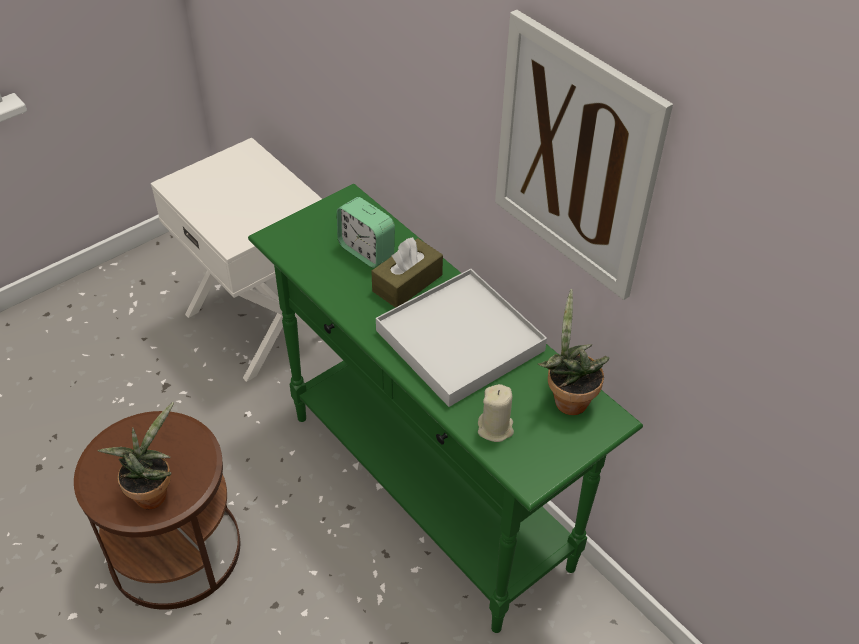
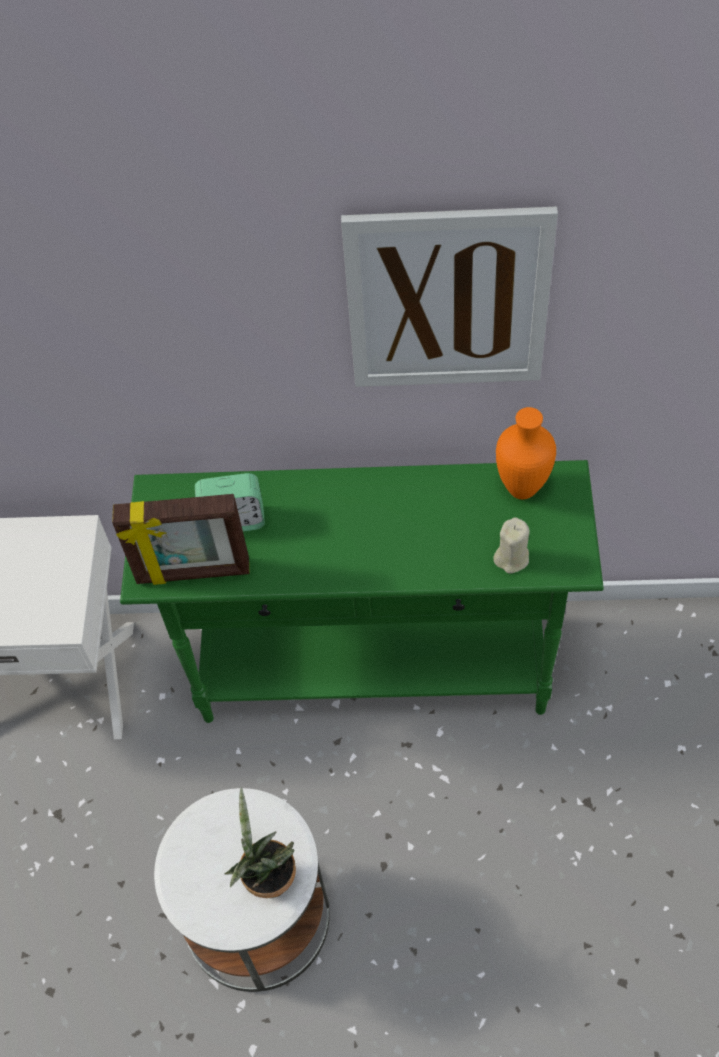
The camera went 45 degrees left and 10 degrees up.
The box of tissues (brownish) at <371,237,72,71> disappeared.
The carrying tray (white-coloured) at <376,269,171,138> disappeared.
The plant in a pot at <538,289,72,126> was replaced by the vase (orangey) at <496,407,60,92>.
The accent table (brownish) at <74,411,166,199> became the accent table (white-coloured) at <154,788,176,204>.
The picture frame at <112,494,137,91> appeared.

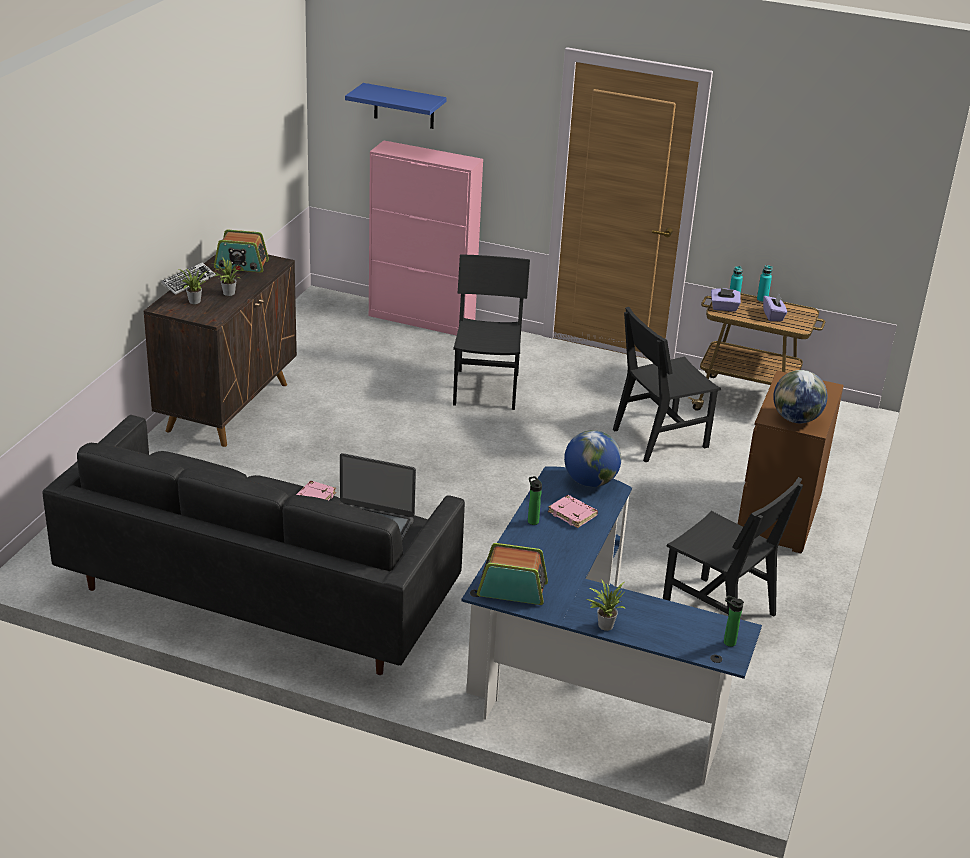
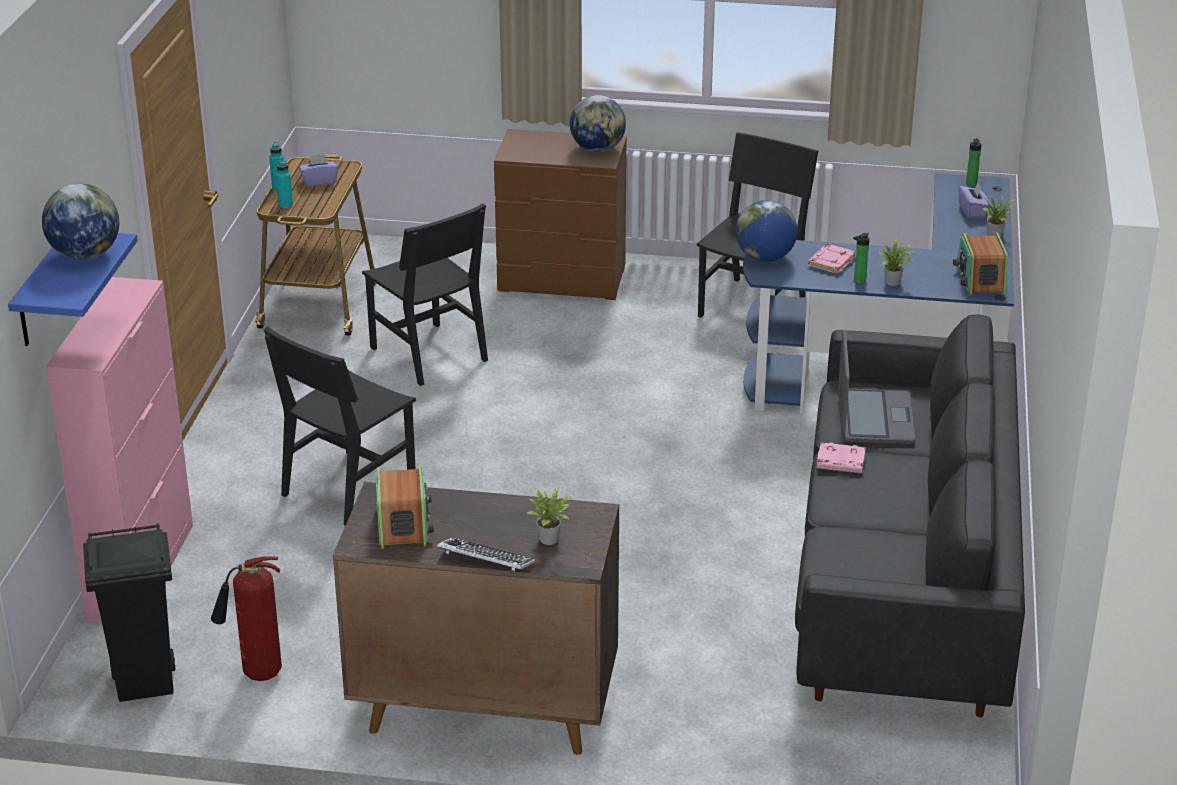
The camera went 100 degrees left and 0 degrees up.
The upright chair (black-coloured) at <453,254,77,156> turned 45 degrees counterclockwise.
The plant in a pot moved from <212,257,28,39> to <879,239,35,47>.
The box of tissues (purplish) moved from <711,288,30,23> to <959,183,31,35>.
The desk globe at <42,183,77,77> appeared.
The waste bin (black-coloured) at <83,523,93,179> appeared.
The fire extinguisher at <211,556,71,125> appeared.

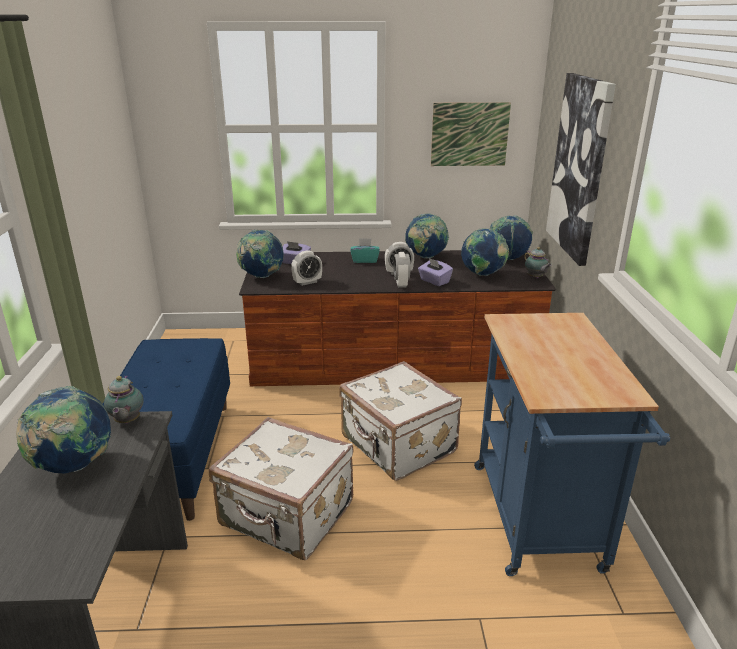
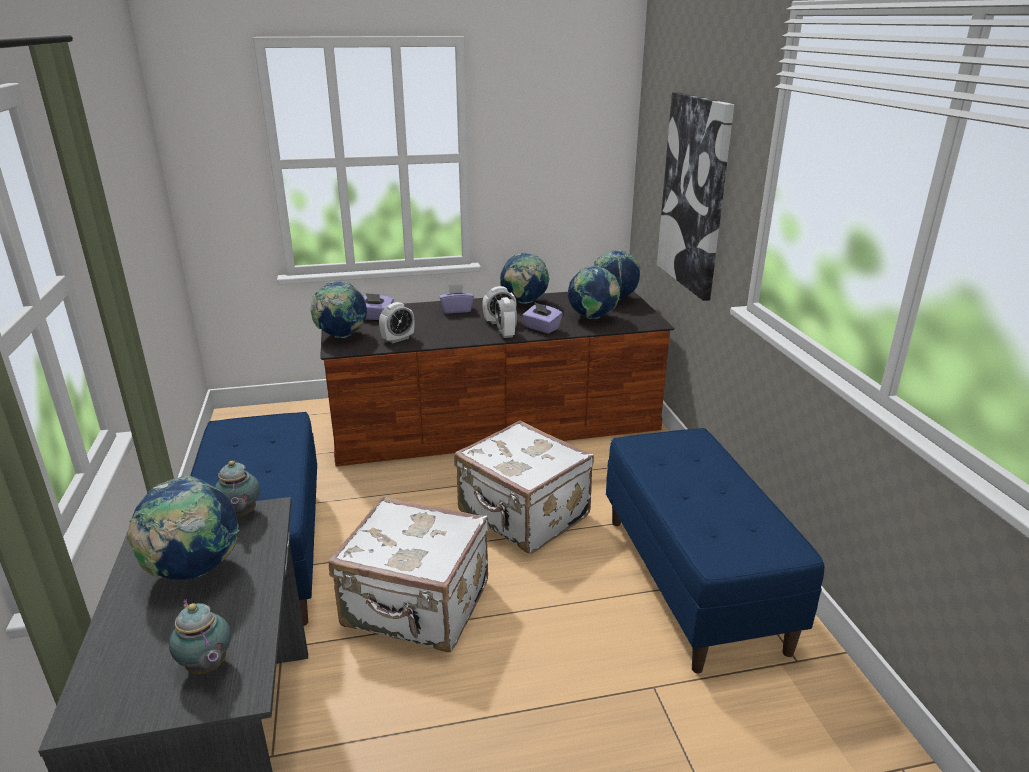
The camera went 10 degrees left and 0 degrees up.
The wall art at <431,102,80,64> disappeared.
The box of tissues (turquoise-coloured) at <350,238,30,25> became the box of tissues (purplish) at <439,284,35,29>.
The tea pot moved from <524,247,28,31> to <169,599,62,75>.
The wheeled cart (bluish) at <474,313,196,263> was replaced by the indoor bench (bluish) at <606,428,218,245>.

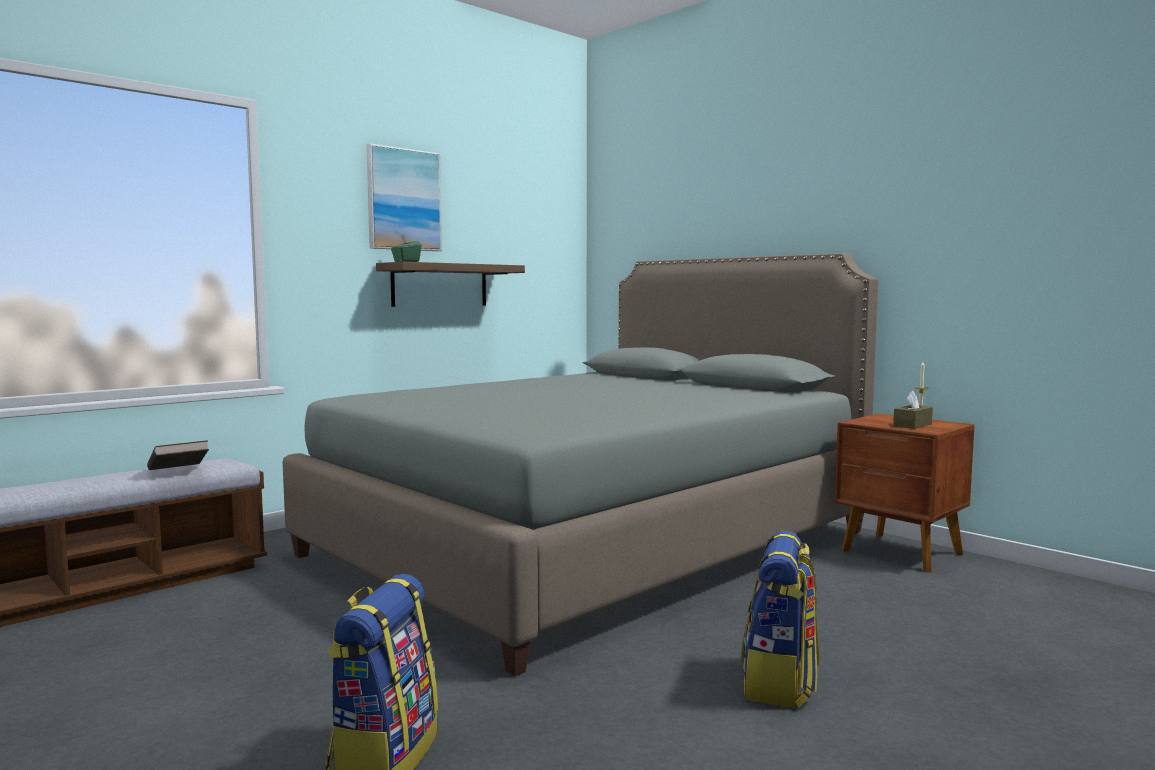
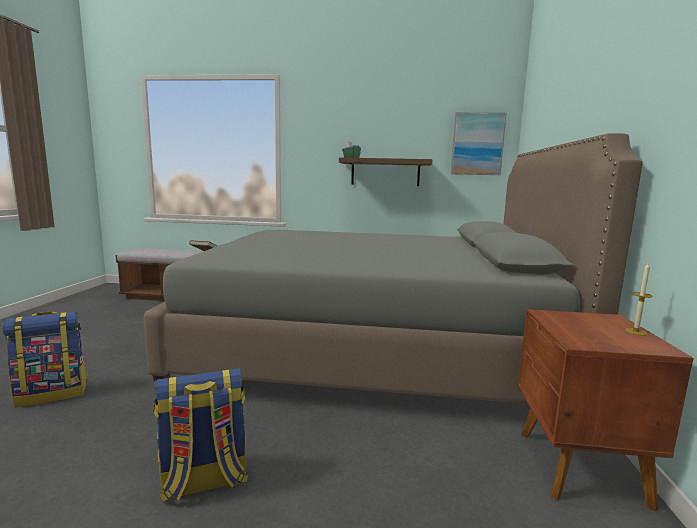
The camera went 50 degrees right and 5 degrees up.
The wall art moved from <367,143,75,108> to <451,112,56,63>.
The box of tissues (brownish) at <893,391,40,38> disappeared.

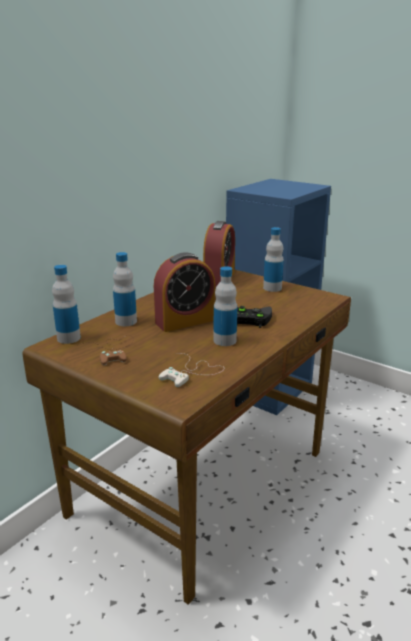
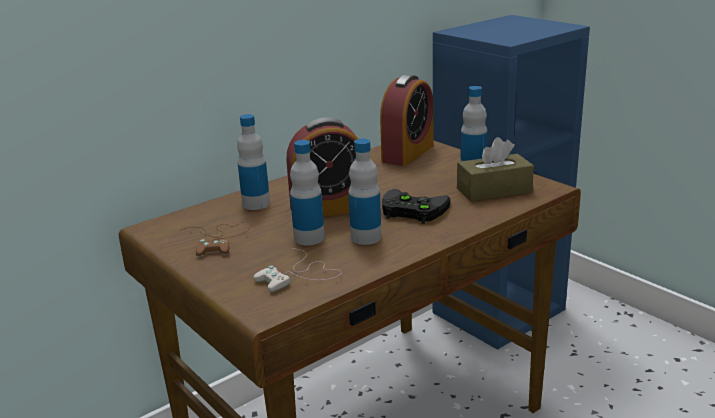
The camera went 15 degrees right and 0 degrees up.
The drink bottle moved from <52,265,29,79> to <290,140,35,105>.
The box of tissues (brownish) at <457,137,77,65> appeared.

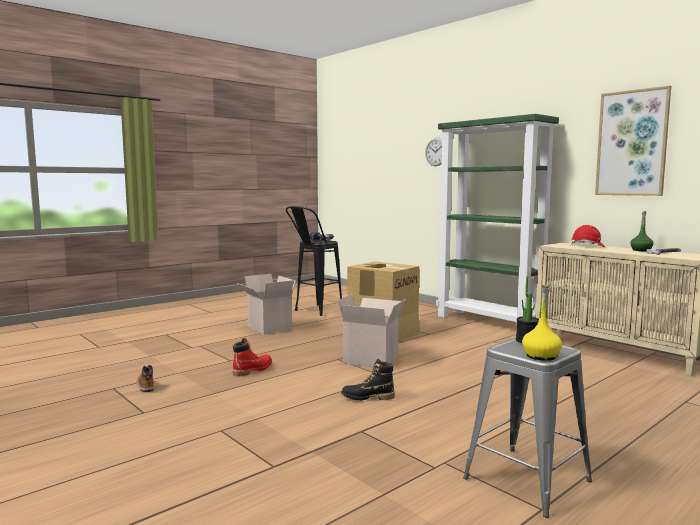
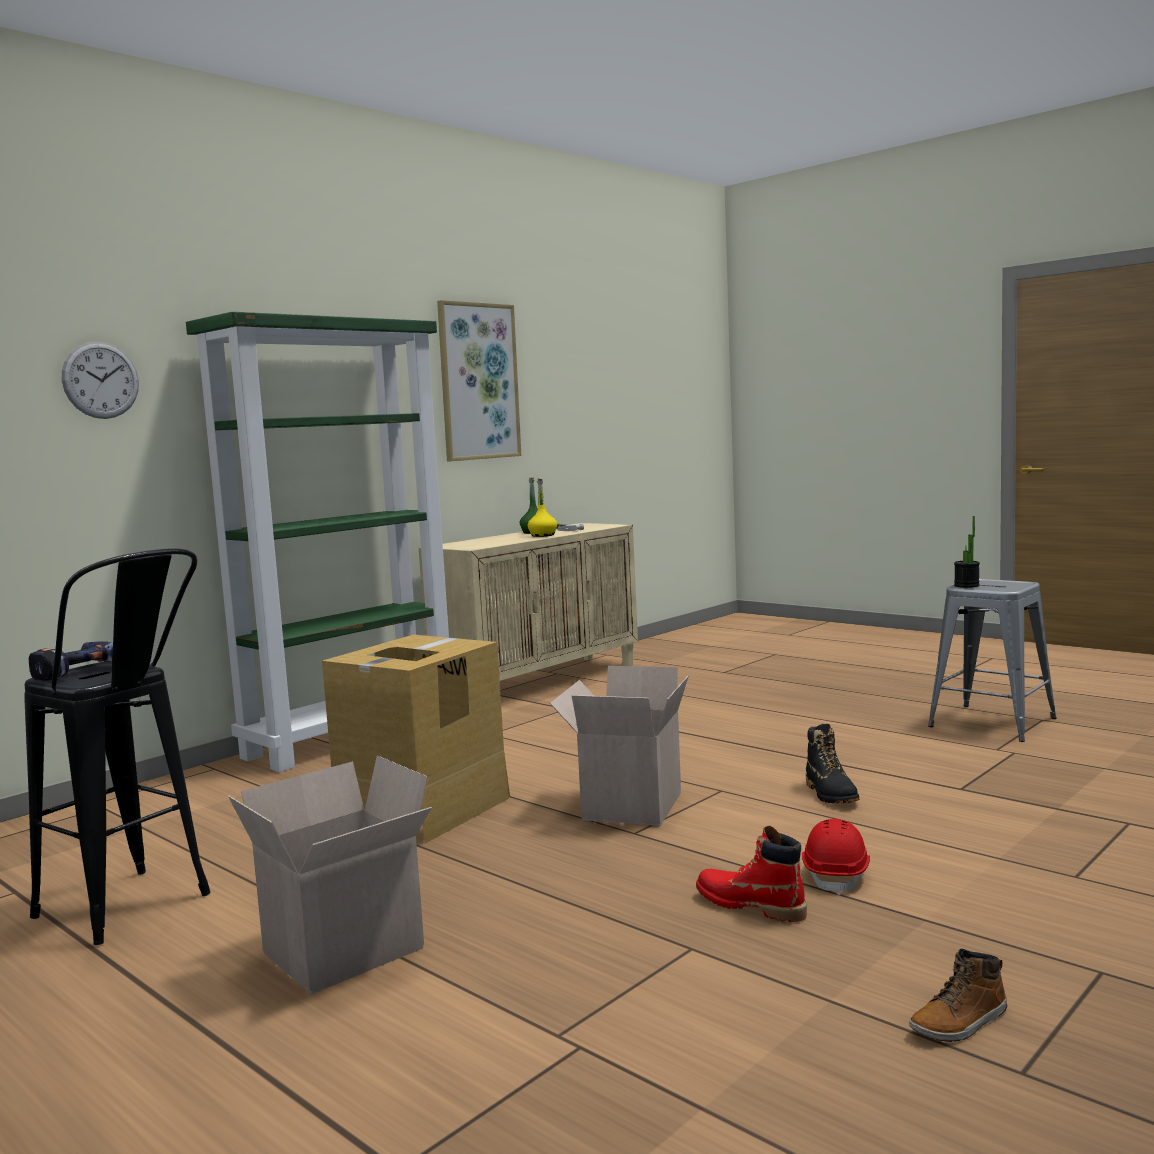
The camera went 95 degrees left and 0 degrees up.
The safety helmet (red-coloured) moved from <571,225,34,22> to <802,819,68,76>.
The drink bottle (yellow-coloured) moved from <522,285,40,76> to <528,479,29,58>.

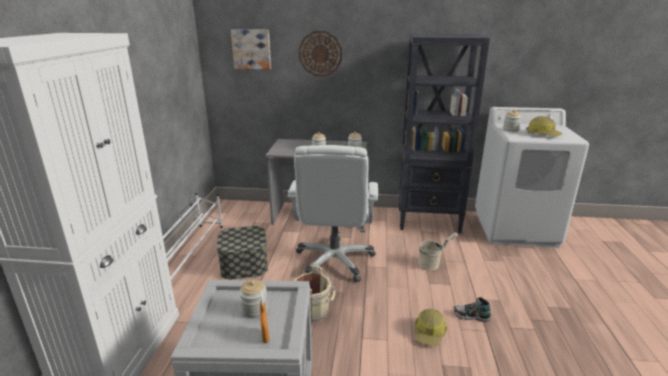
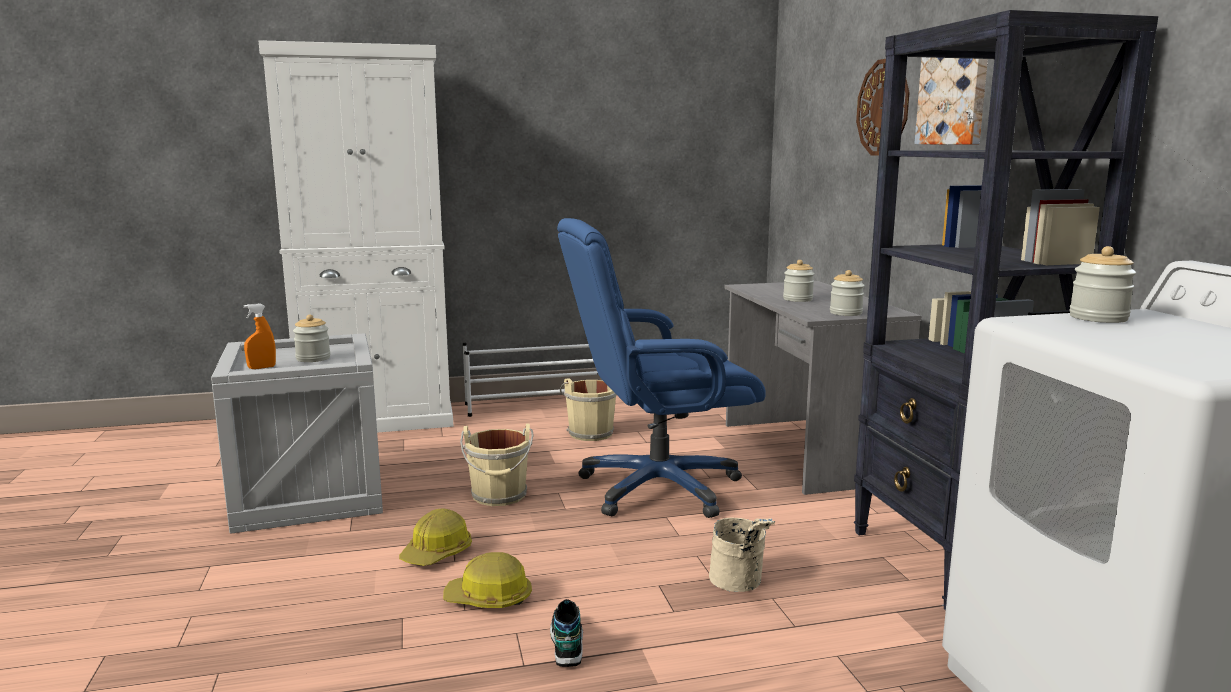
The camera went 70 degrees right and 10 degrees down.
The wall art moved from <231,29,40,41> to <915,57,73,88>.
The safety helmet moved from <526,116,37,20> to <399,509,73,57>.
The desk chair (white-coloured) at <287,145,91,137> became the desk chair (bluish) at <557,218,209,300>.
The storage box at <217,226,51,53> was replaced by the pail (beige) at <560,378,57,63>.

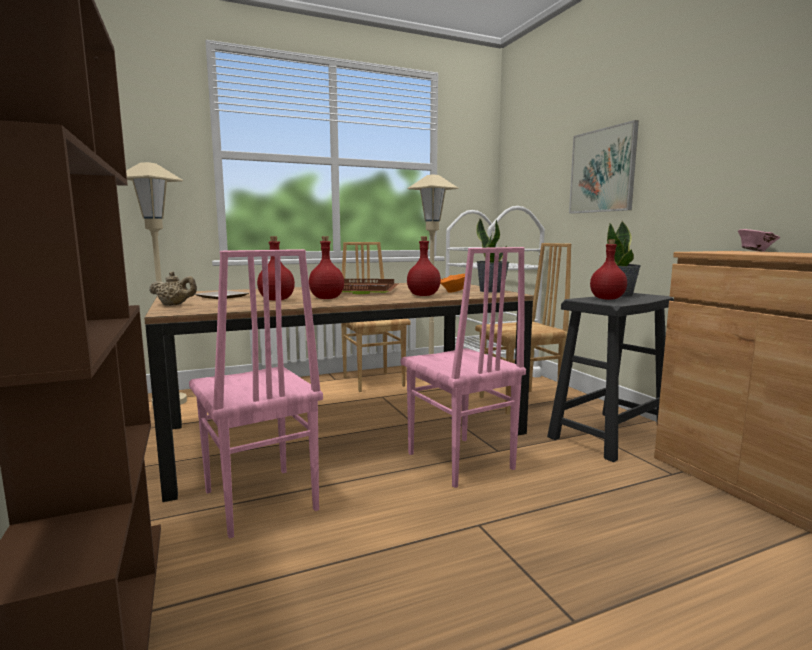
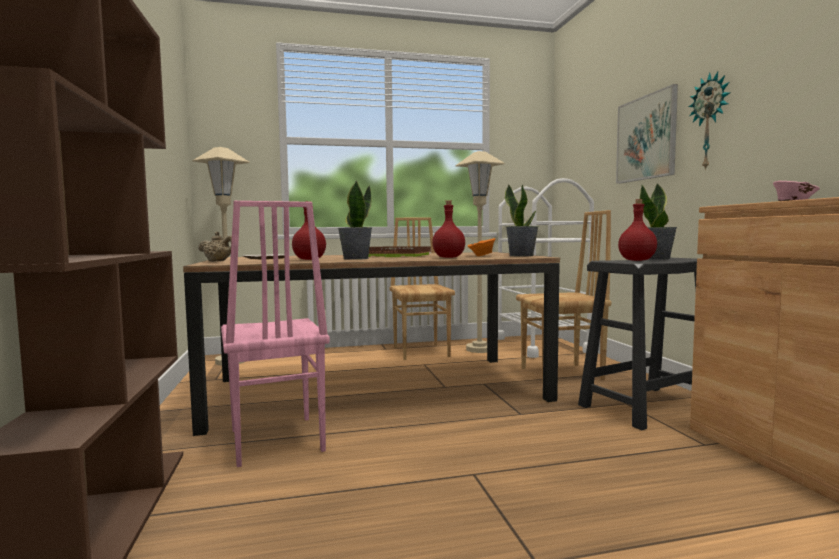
The camera went 10 degrees right and 5 degrees down.
The drink bottle (red-coloured) at <309,236,35,63> was replaced by the plant in a pot at <338,180,34,80>.
The upright chair (pink-coloured) at <401,247,125,241> disappeared.
The wall clock at <689,72,42,98> appeared.

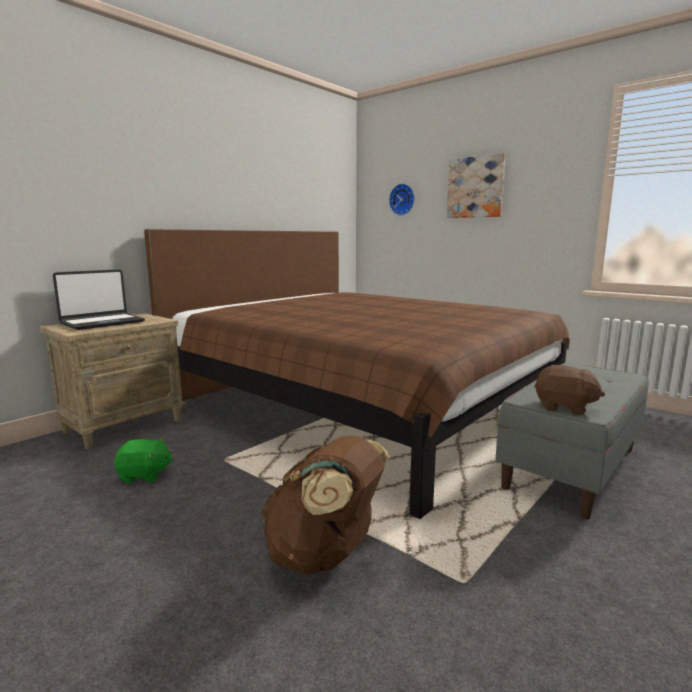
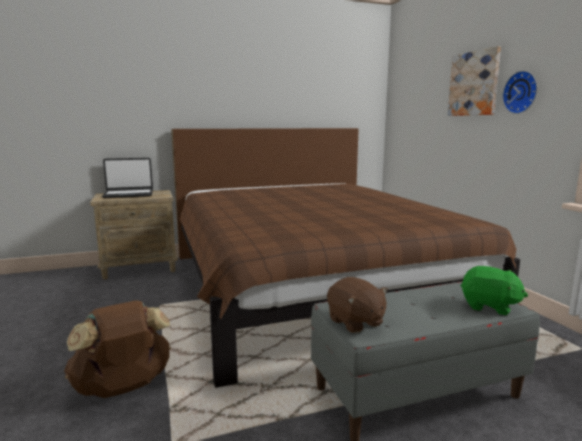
The camera went 30 degrees right and 0 degrees up.
The wall clock moved from <389,184,25,32> to <502,71,35,43>.
The cuddly toy (green) moved from <114,438,59,45> to <461,266,67,49>.

